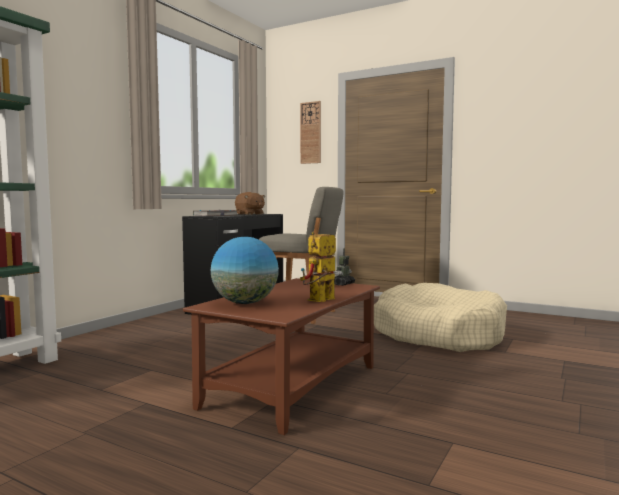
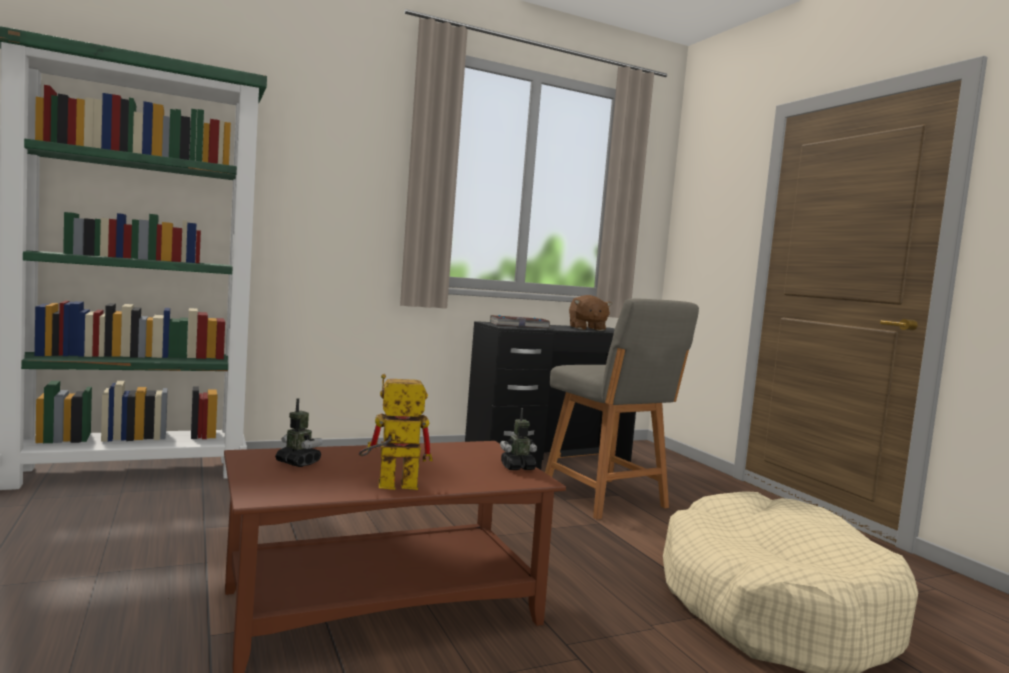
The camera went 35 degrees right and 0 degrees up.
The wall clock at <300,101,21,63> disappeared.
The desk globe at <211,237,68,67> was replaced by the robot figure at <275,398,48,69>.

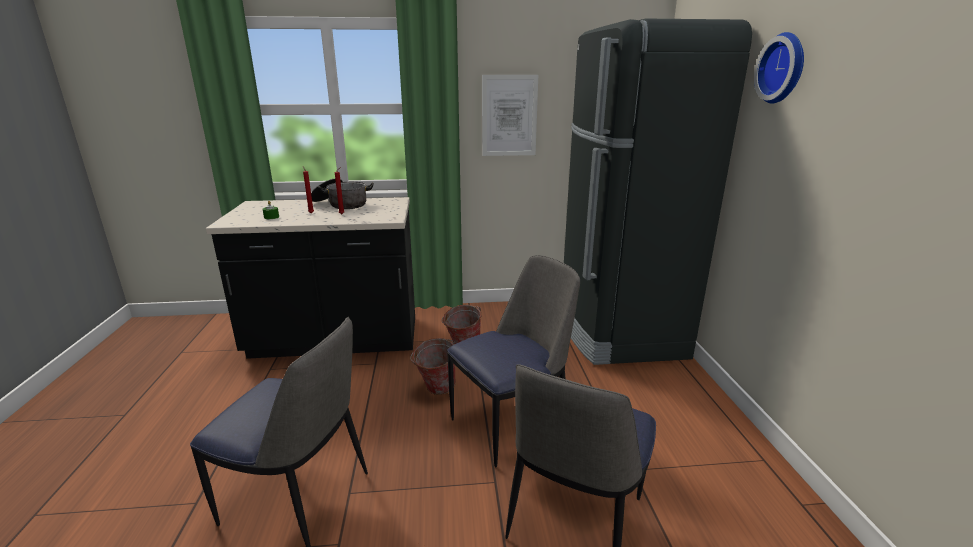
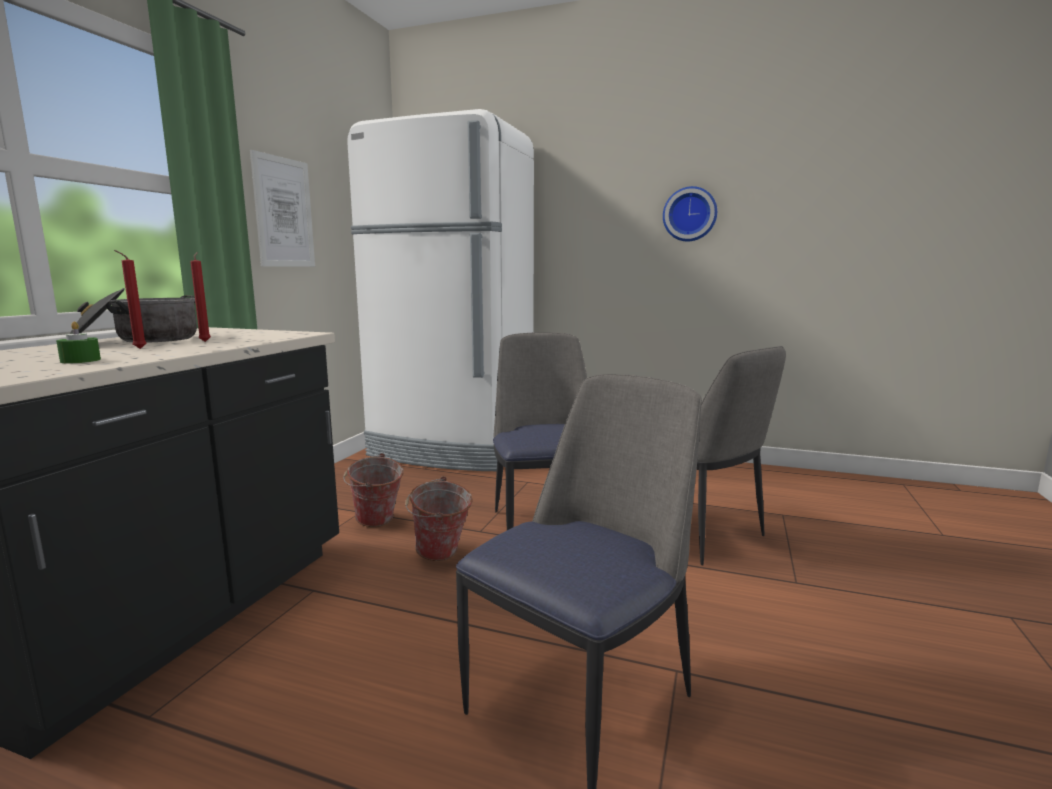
The camera went 65 degrees left and 10 degrees down.
The fridge (black-coloured) at <564,19,188,346> became the fridge (white-coloured) at <347,109,187,362>.
The wall clock moved from <754,32,50,72> to <663,186,54,55>.

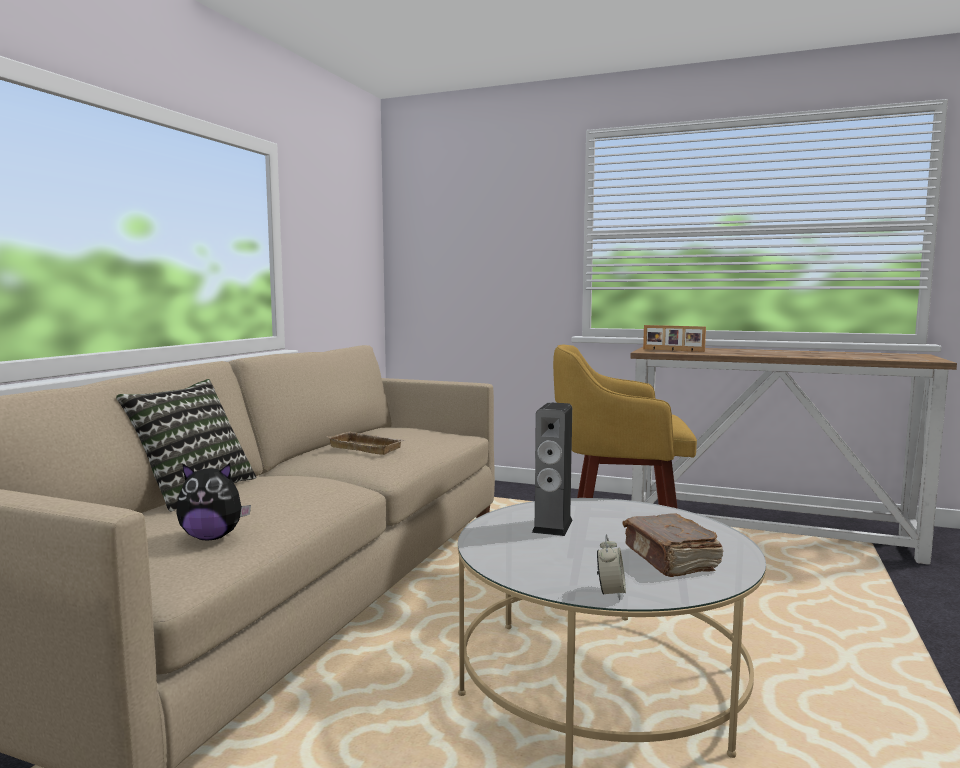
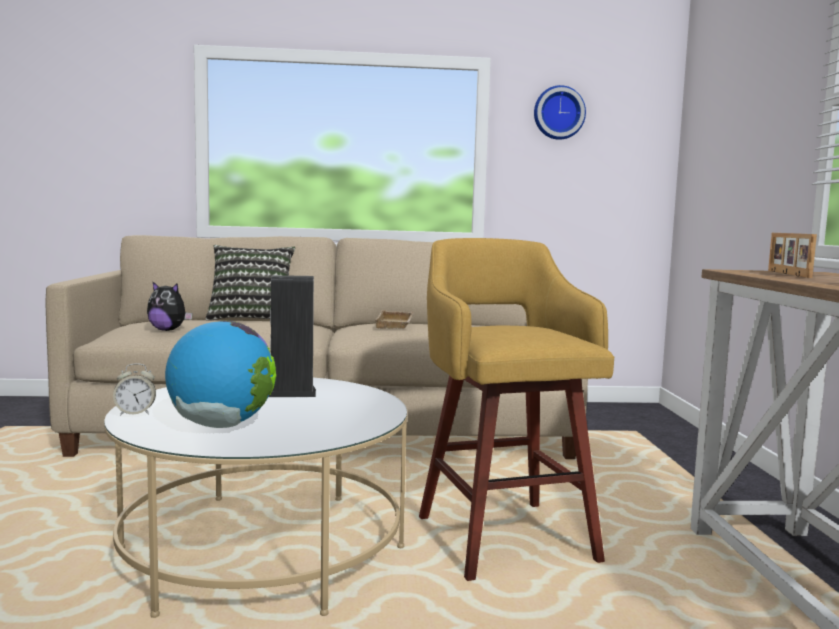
The camera went 65 degrees right and 0 degrees up.
The cuddly toy at <176,463,75,77> turned 45 degrees counterclockwise.
The bound book (brownish) at <622,513,101,64> was replaced by the desk globe at <165,321,112,107>.
The wall clock at <534,85,52,55> appeared.

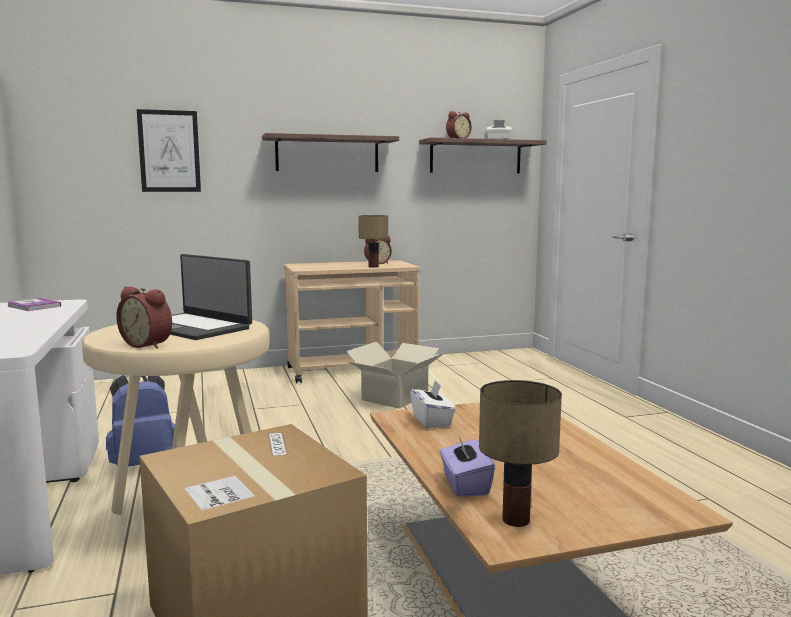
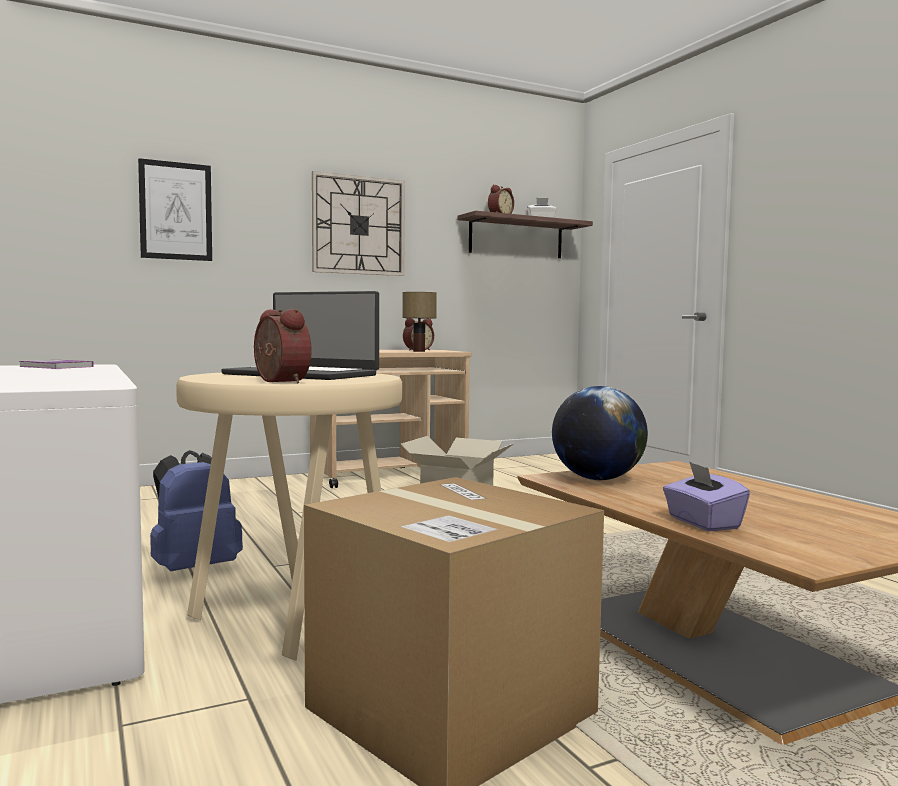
The camera went 10 degrees left and 5 degrees down.
The wall shelf at <262,133,137,39> was replaced by the wall clock at <312,171,93,105>.
The table clock at <116,286,56,63> turned 150 degrees counterclockwise.
The box of tissues (white-coloured) at <410,380,46,49> was replaced by the desk globe at <552,386,96,94>.
The table lamp at <479,380,83,147> disappeared.

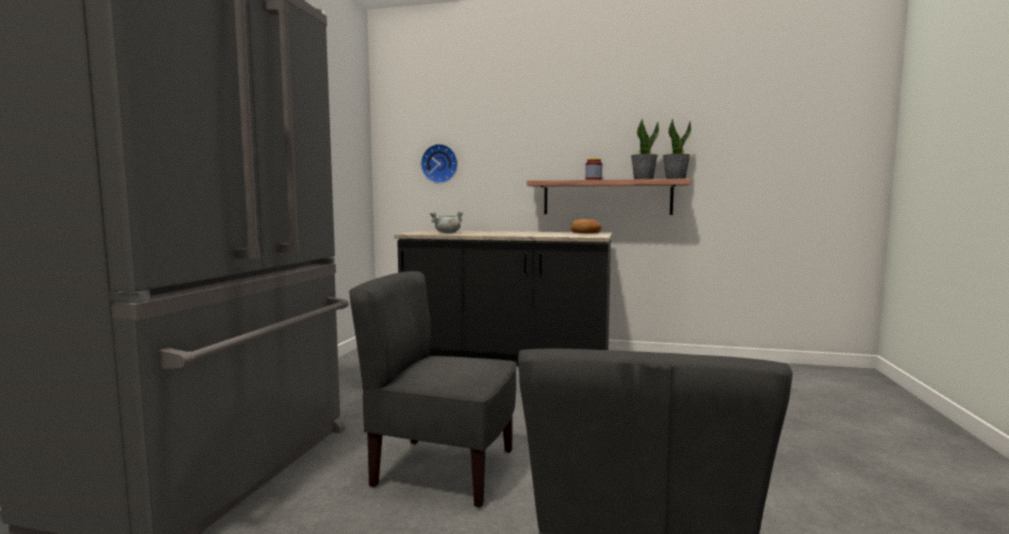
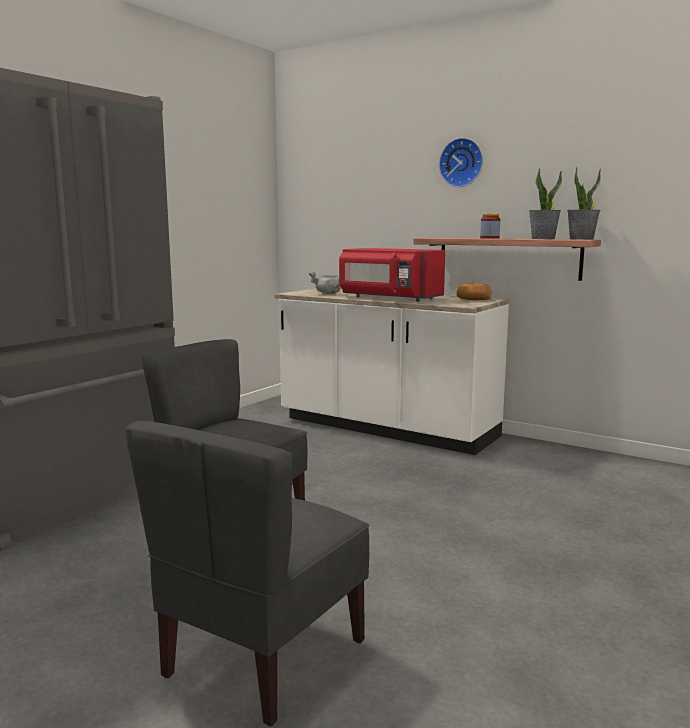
The camera went 20 degrees right and 5 degrees up.
The wall clock moved from <421,144,37,40> to <439,138,44,49>.
The kitchen base unit (black-coloured) at <394,230,218,136> became the kitchen base unit (white-coloured) at <274,289,236,166>.
The microwave oven (red-coloured) at <339,248,106,54> appeared.

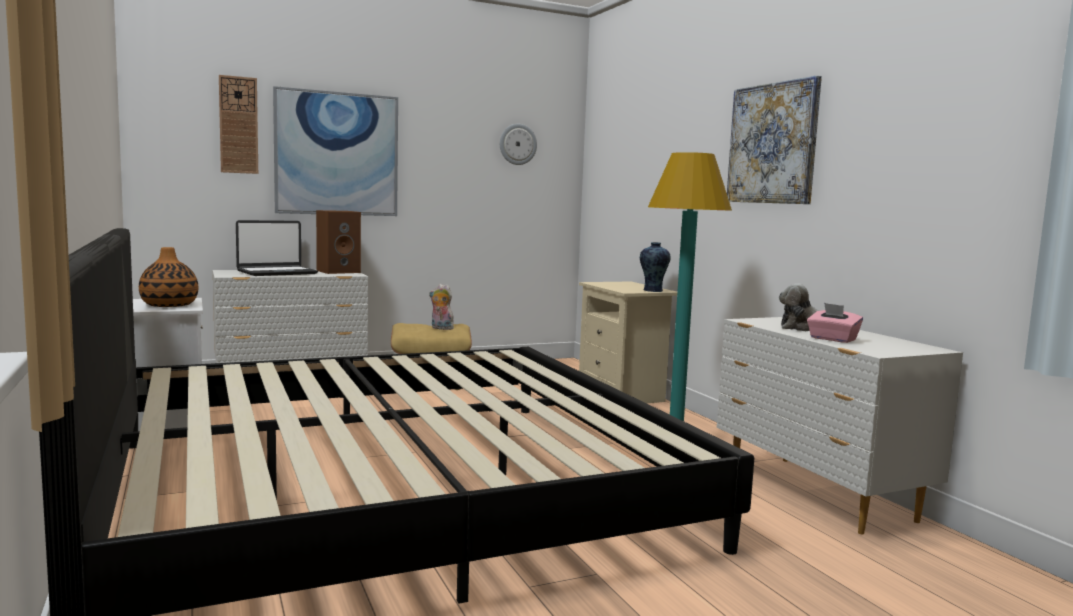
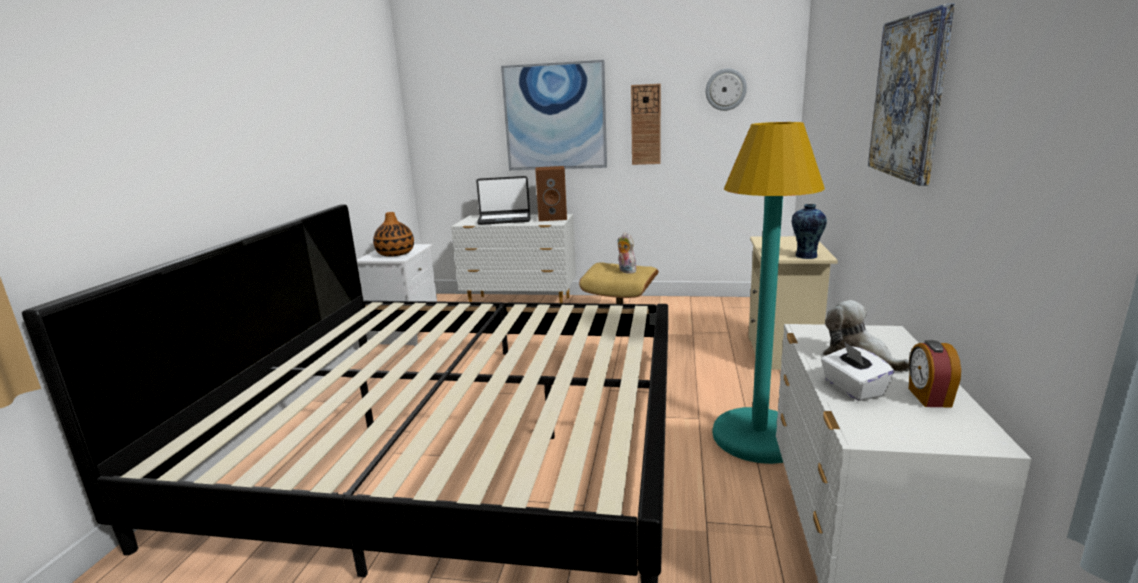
The camera went 35 degrees right and 10 degrees up.
The wall clock moved from <219,75,39,99> to <631,84,30,81>.
The box of tissues (pink-coloured) at <807,303,56,40> became the box of tissues (white-coloured) at <821,342,73,59>.
The table clock at <909,340,52,67> appeared.

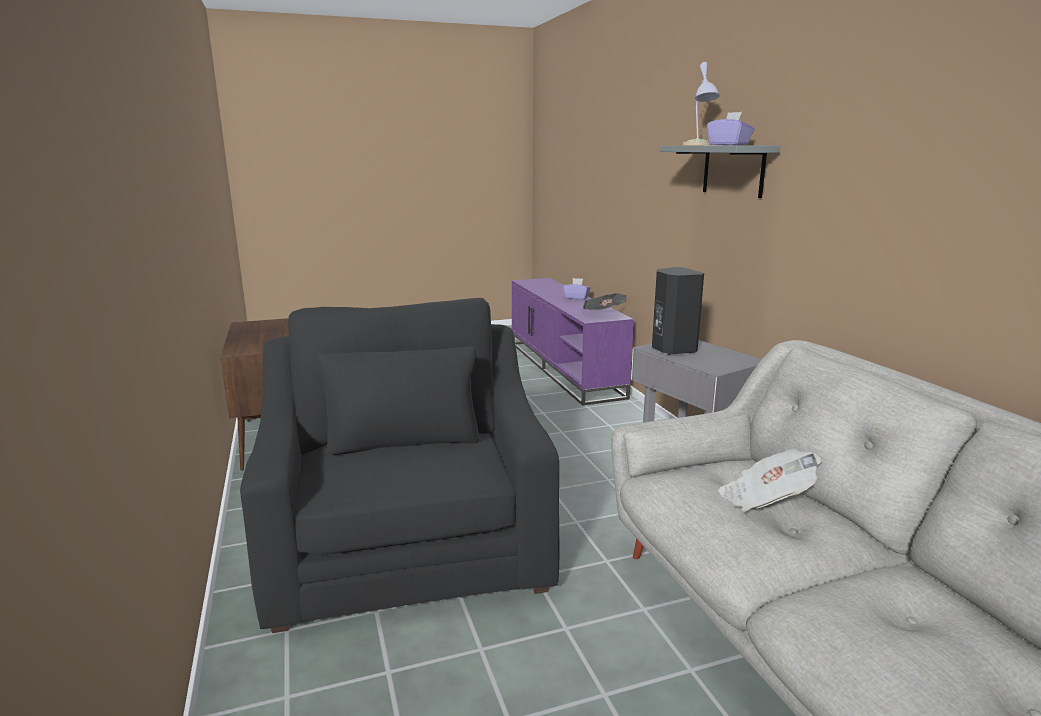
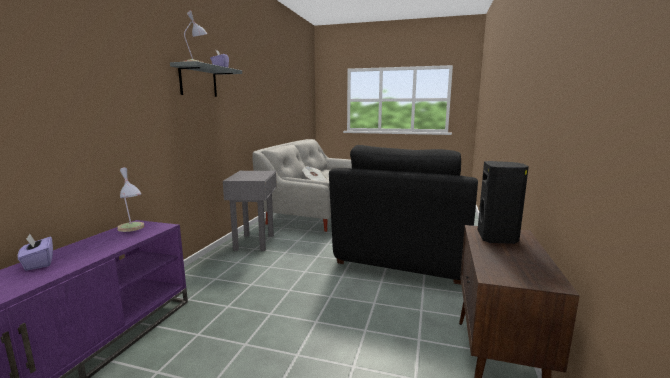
The camera went 145 degrees left and 5 degrees down.
The loudspeaker (black-coloured) moved from <652,267,52,88> to <478,161,51,83>.
The daily paper at <583,293,44,17> was replaced by the table lamp at <117,167,27,65>.

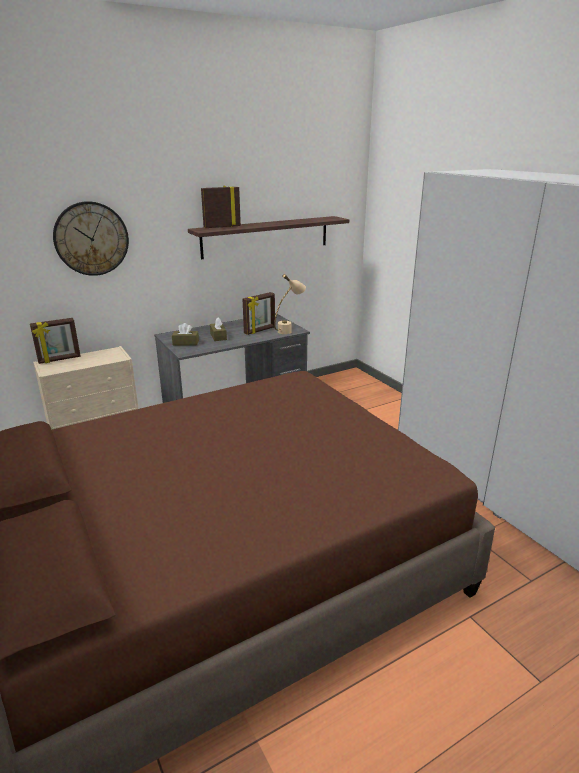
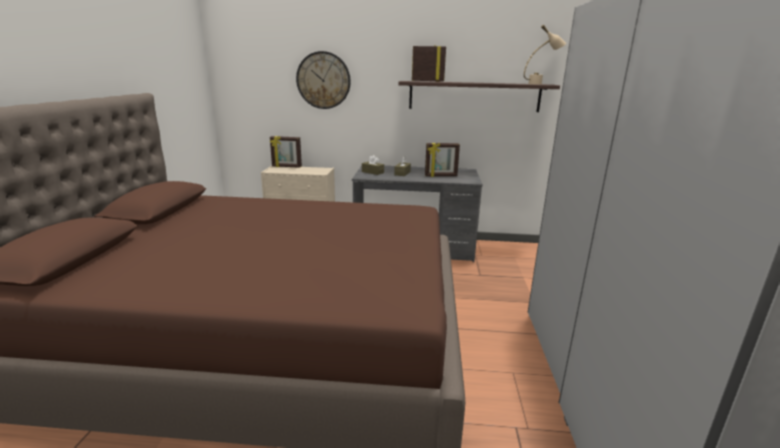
The camera went 35 degrees right and 5 degrees down.
The table lamp (beige) moved from <274,274,32,60> to <524,25,42,60>.

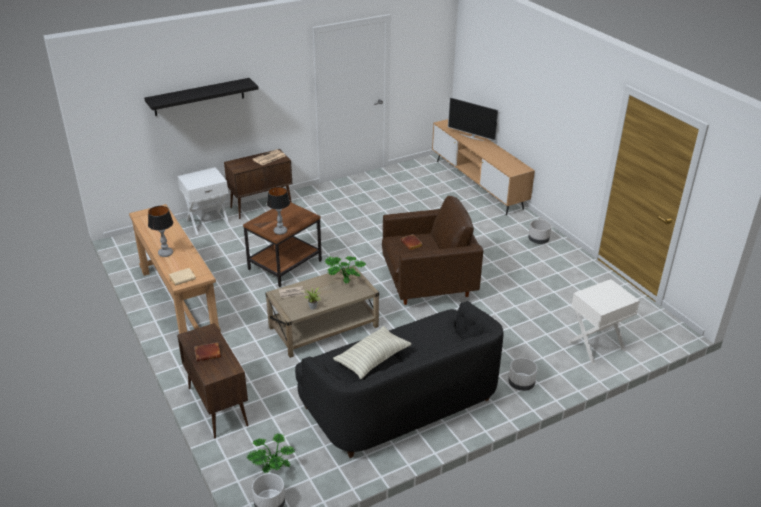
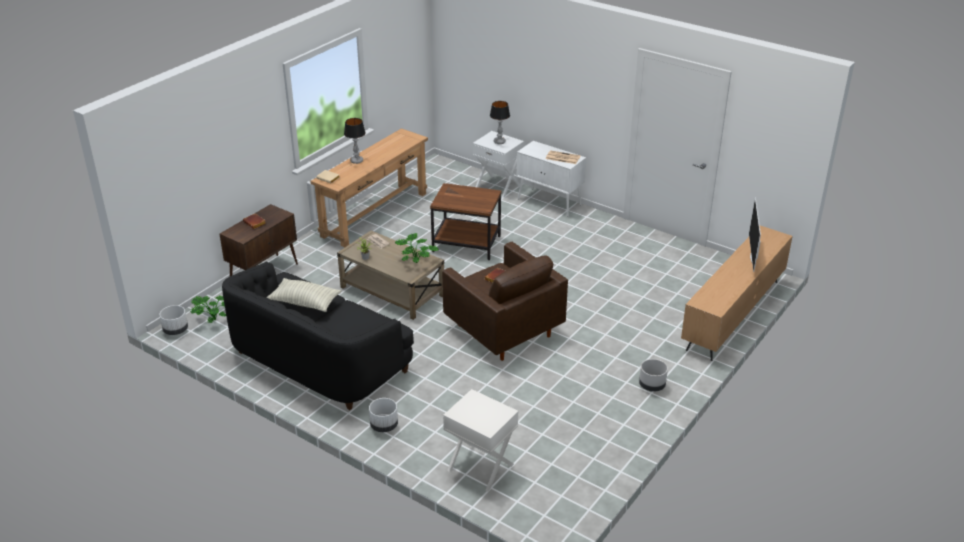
The camera went 65 degrees right and 0 degrees up.
The wall shelf (black-coloured) at <144,78,115,38> disappeared.
The cabinet (brownish) at <224,149,68,70> became the cabinet (white-coloured) at <517,141,69,76>.
The table lamp moved from <267,187,23,48> to <490,101,20,43>.

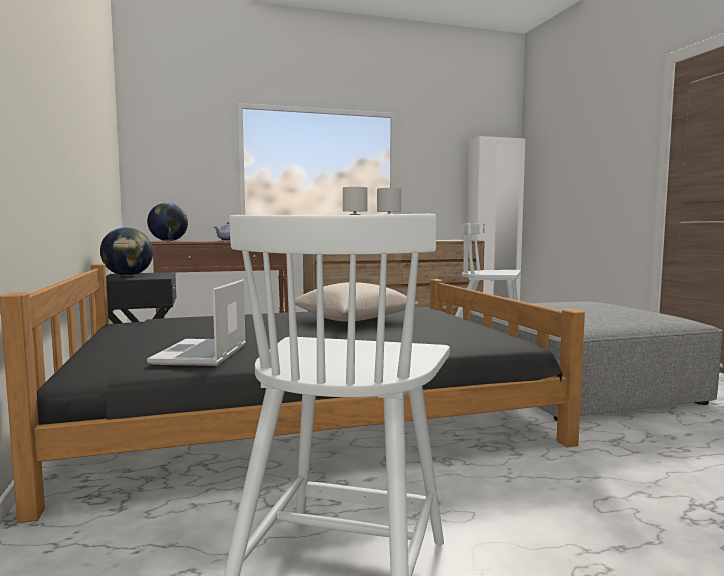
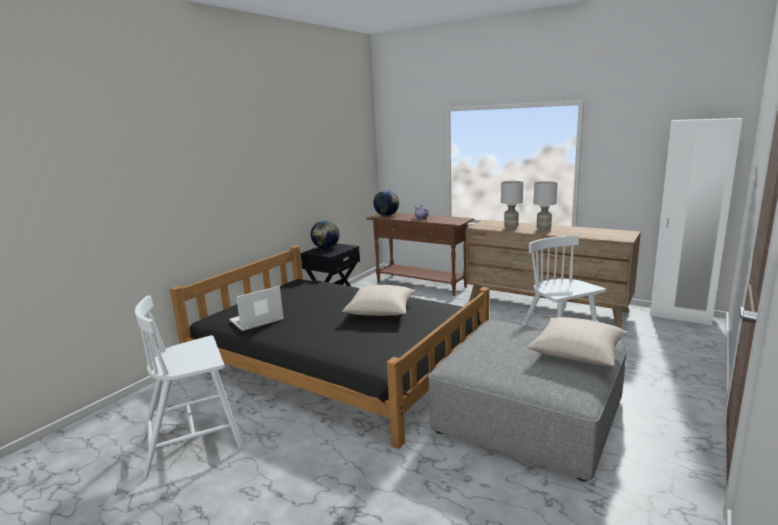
The camera went 50 degrees right and 10 degrees up.
The throw pillow (beige) at <527,317,100,49> appeared.

